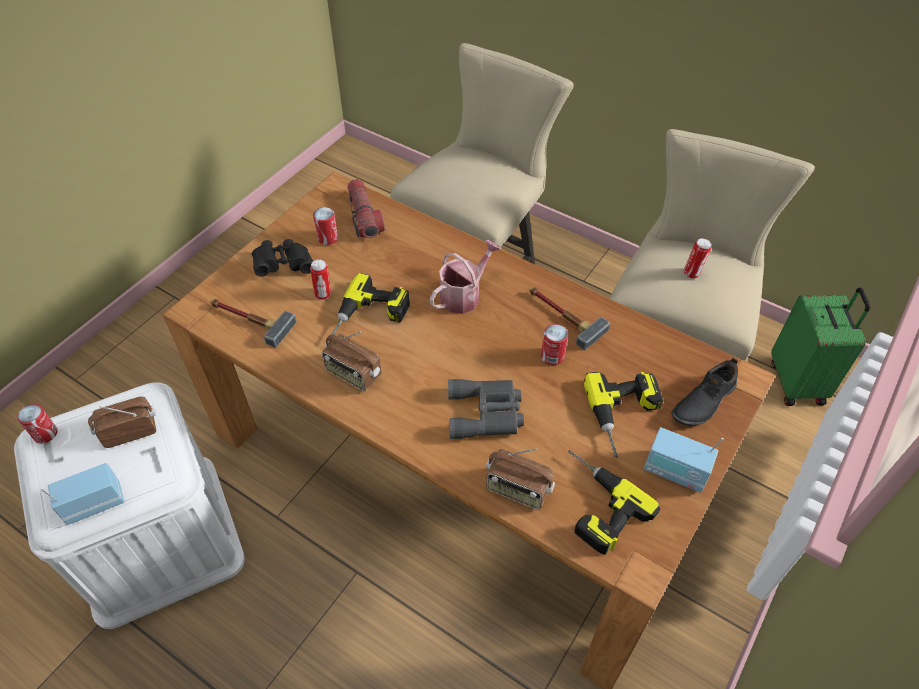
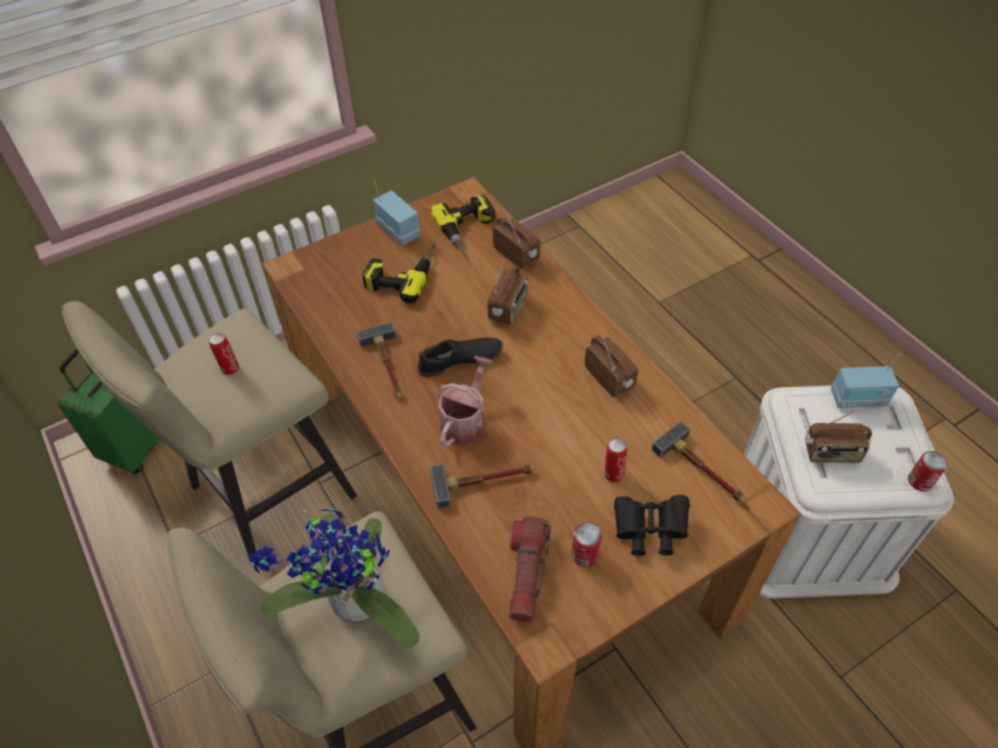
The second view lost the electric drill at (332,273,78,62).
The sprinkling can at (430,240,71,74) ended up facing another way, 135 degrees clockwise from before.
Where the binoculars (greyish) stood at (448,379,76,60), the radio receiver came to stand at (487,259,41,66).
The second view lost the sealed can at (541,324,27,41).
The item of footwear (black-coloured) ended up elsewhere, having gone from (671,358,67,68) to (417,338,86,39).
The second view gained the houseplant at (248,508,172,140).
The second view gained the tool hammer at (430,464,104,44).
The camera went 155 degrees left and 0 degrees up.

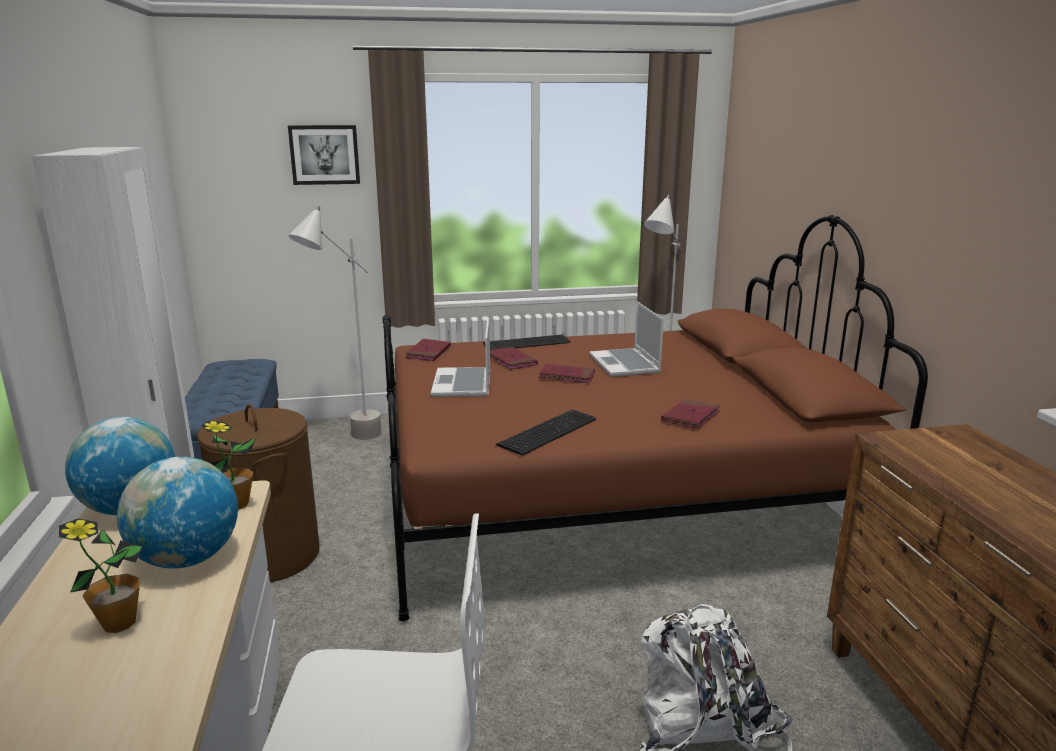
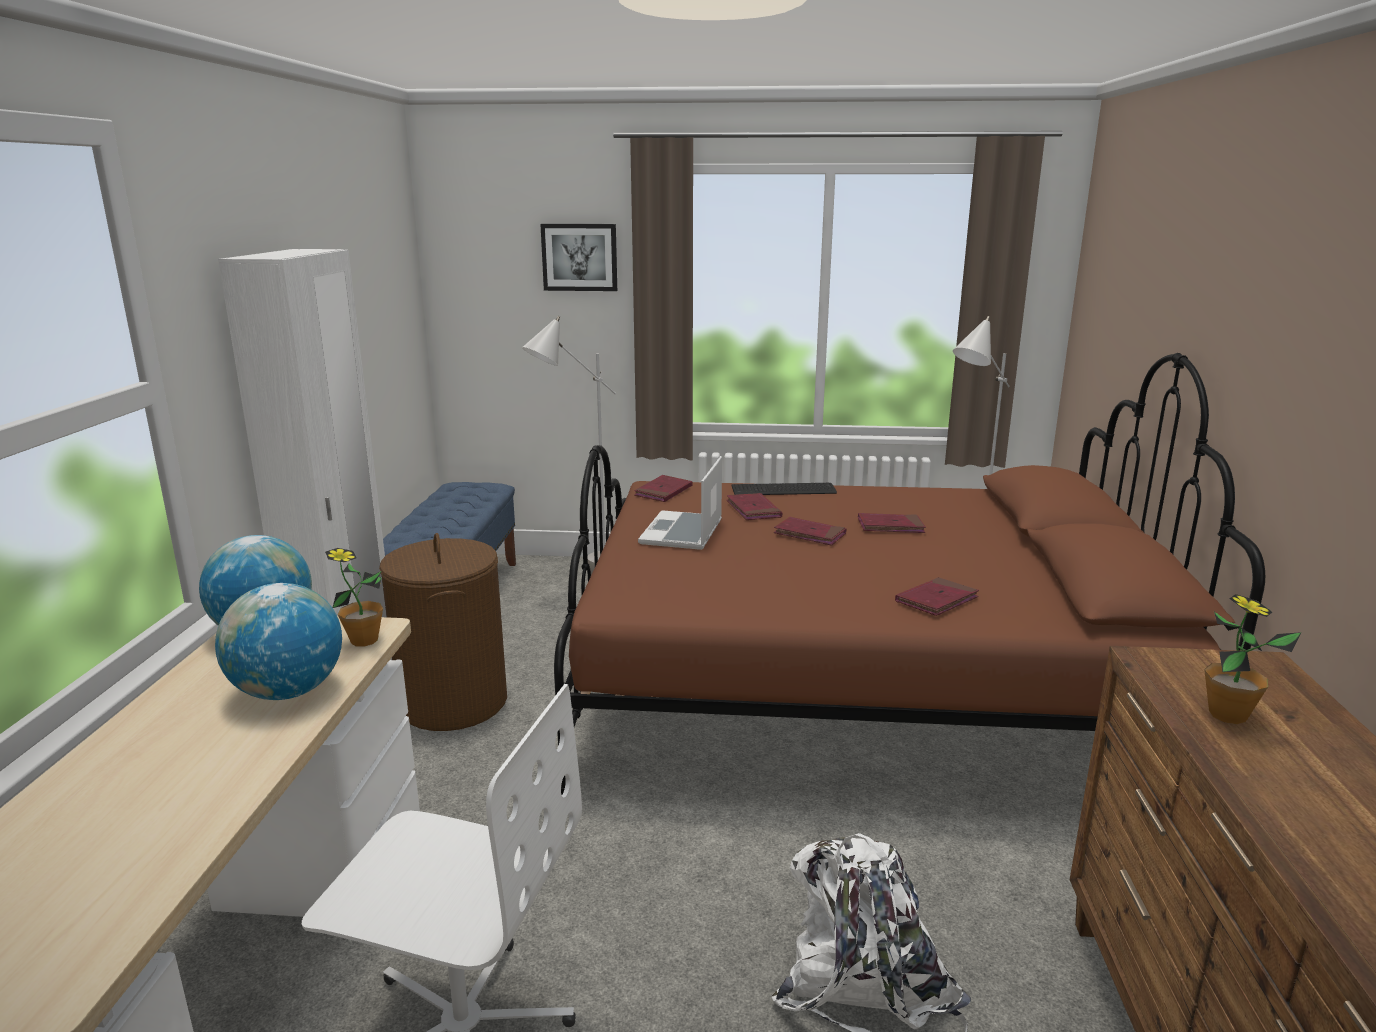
The houseplant ended up elsewhere, having gone from (59,518,83,115) to (1204,594,98,130).
The second view lost the PC keyboard at (496,410,100,46).
Where the portable computer stood at (589,302,75,75), the bound book (red-coloured) came to stand at (858,513,68,20).
The camera went 15 degrees right and 0 degrees up.

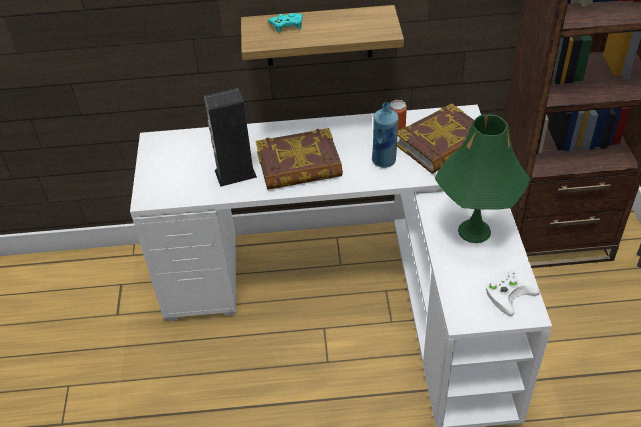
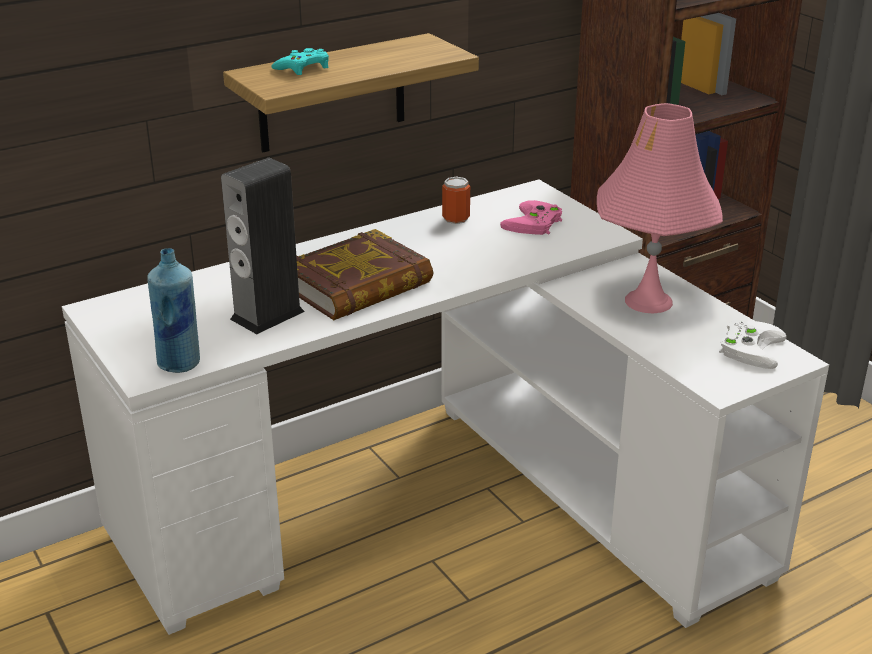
The drink bottle (blue) ended up elsewhere, having gone from (372,102,27,66) to (147,248,53,125).
Where the bound book stood at (397,103,77,71), the joypad (pink-coloured) came to stand at (500,200,62,35).
What was the table lamp (greenish) at (434,115,96,128) turned into the table lamp (pink-coloured) at (597,103,126,211).
The camera went 30 degrees left and 15 degrees down.

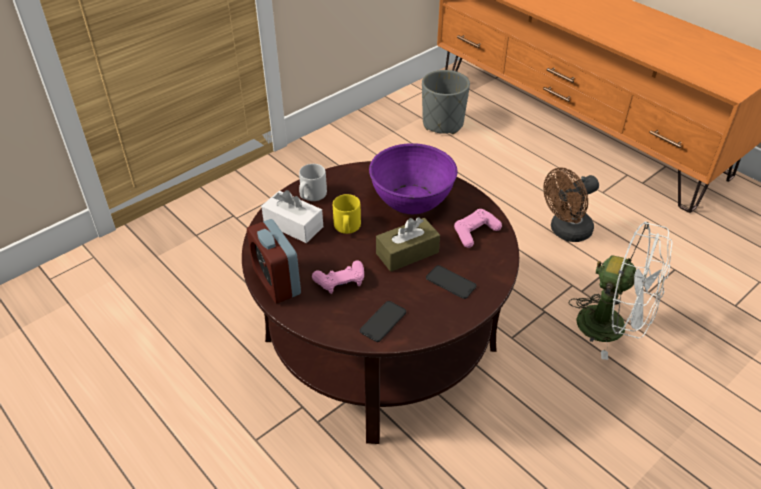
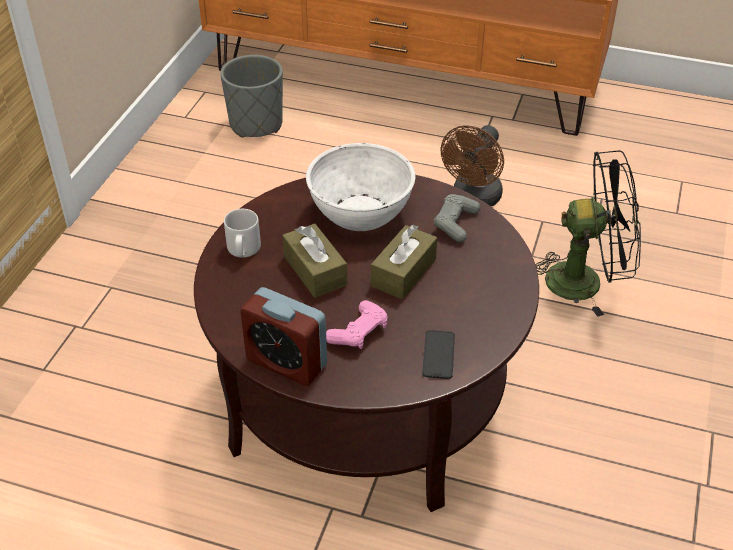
The second view lost the box of tissues (white) at (261,190,62,53).
Where the tea mug (yellow) stood at (333,194,28,40), the box of tissues (brown) came to stand at (283,224,64,74).
What was the bowl (purplish) at (369,143,88,71) turned into the bowl (white) at (306,143,109,88).
The second view lost the handset at (426,265,50,34).
What was the joypad (pink-coloured) at (454,209,48,39) turned into the joypad (greyish) at (434,194,46,48).
What was the electric fan (white) at (568,221,104,139) turned into the electric fan (black-coloured) at (535,150,106,167).
The camera went 30 degrees left and 0 degrees up.

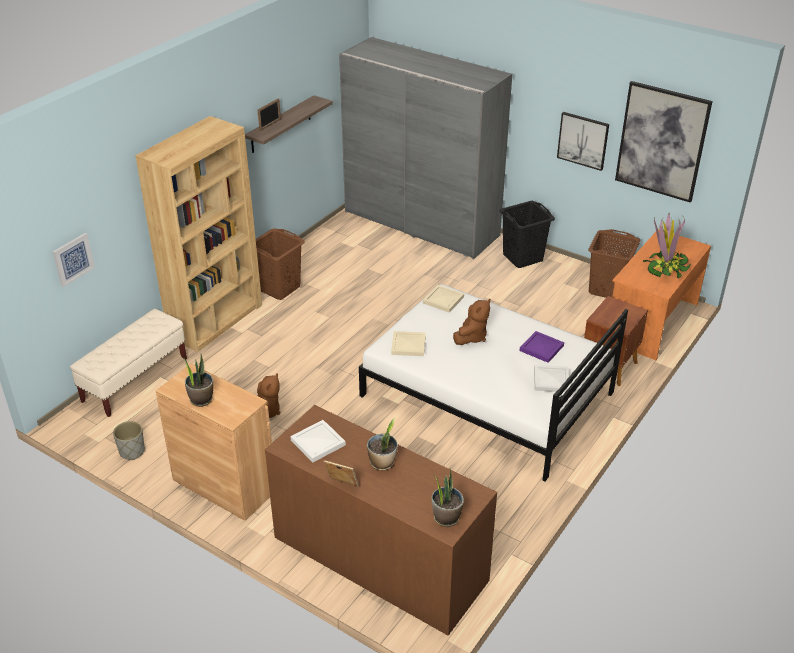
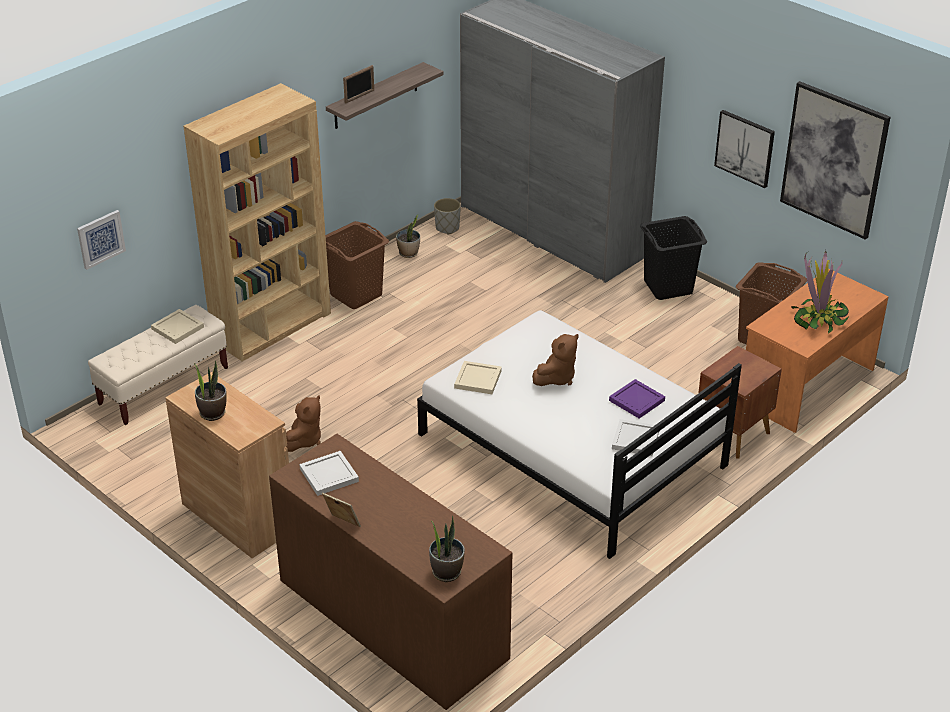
The flower pot (greyish) ended up elsewhere, having gone from (113,421,32,39) to (434,198,27,36).
The houseplant ended up elsewhere, having gone from (367,418,31,52) to (396,214,24,44).
The carrying tray (beige-coloured) ended up elsewhere, having gone from (423,285,41,28) to (151,309,53,35).
The camera went 10 degrees right and 0 degrees up.

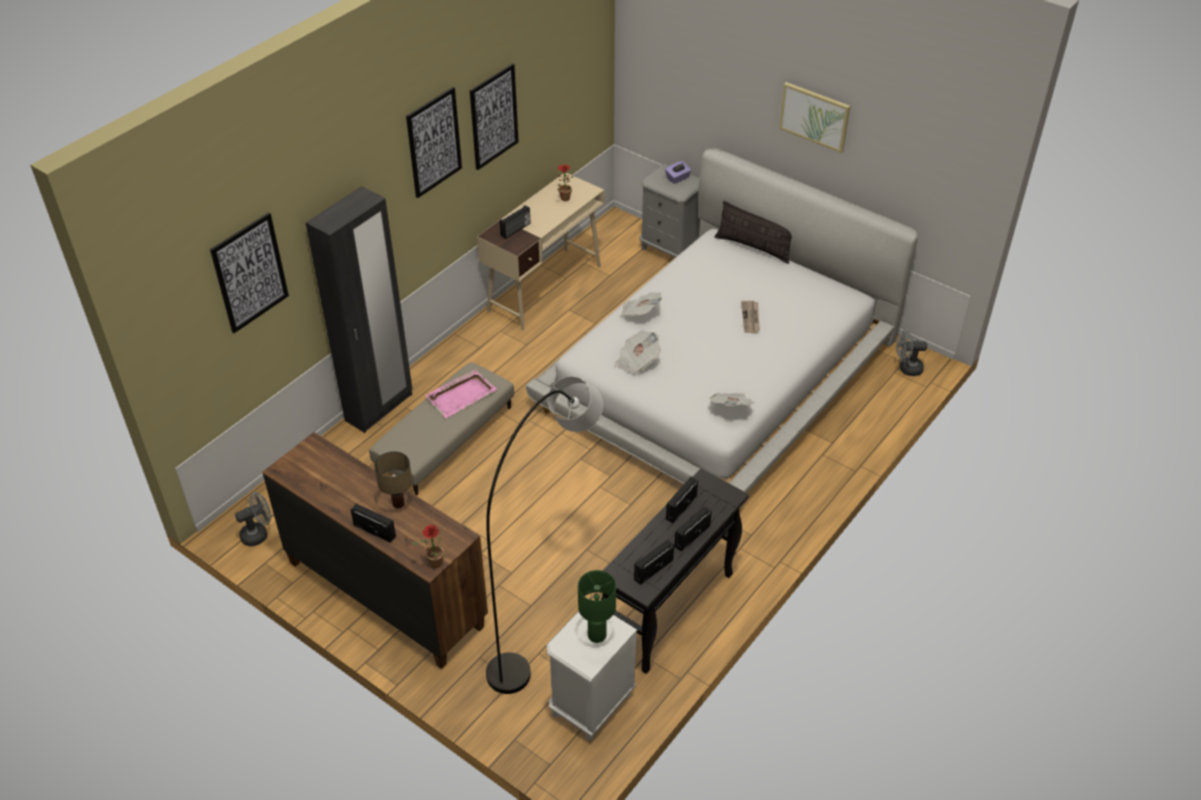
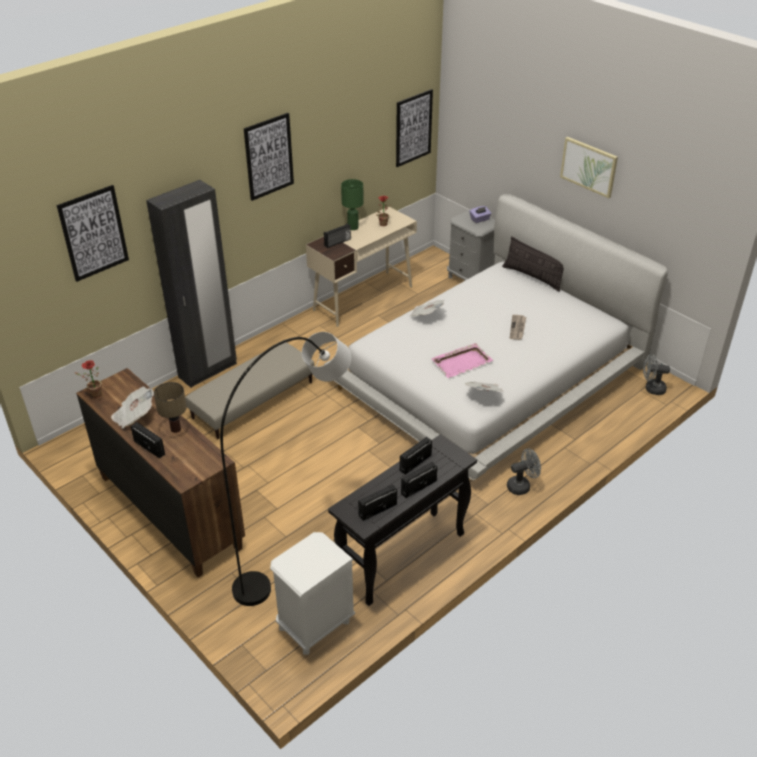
The electric fan (greyish) ended up elsewhere, having gone from (235,492,36,54) to (507,449,34,46).
The houseplant ended up elsewhere, having gone from (411,525,36,43) to (75,360,27,38).
The carrying tray (pink-coloured) ended up elsewhere, having gone from (425,369,72,49) to (431,343,62,35).
The wall art ended up elsewhere, having gone from (470,63,49,107) to (396,89,37,78).
The table lamp (greenish) ended up elsewhere, having gone from (578,570,38,73) to (341,179,23,51).
The printed paper ended up elsewhere, having gone from (614,330,47,45) to (111,387,43,41).
The camera went 10 degrees right and 5 degrees down.

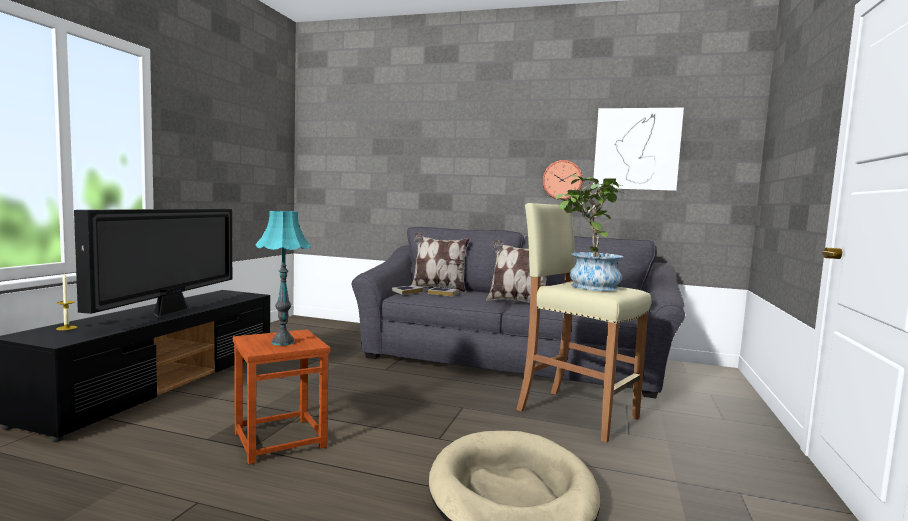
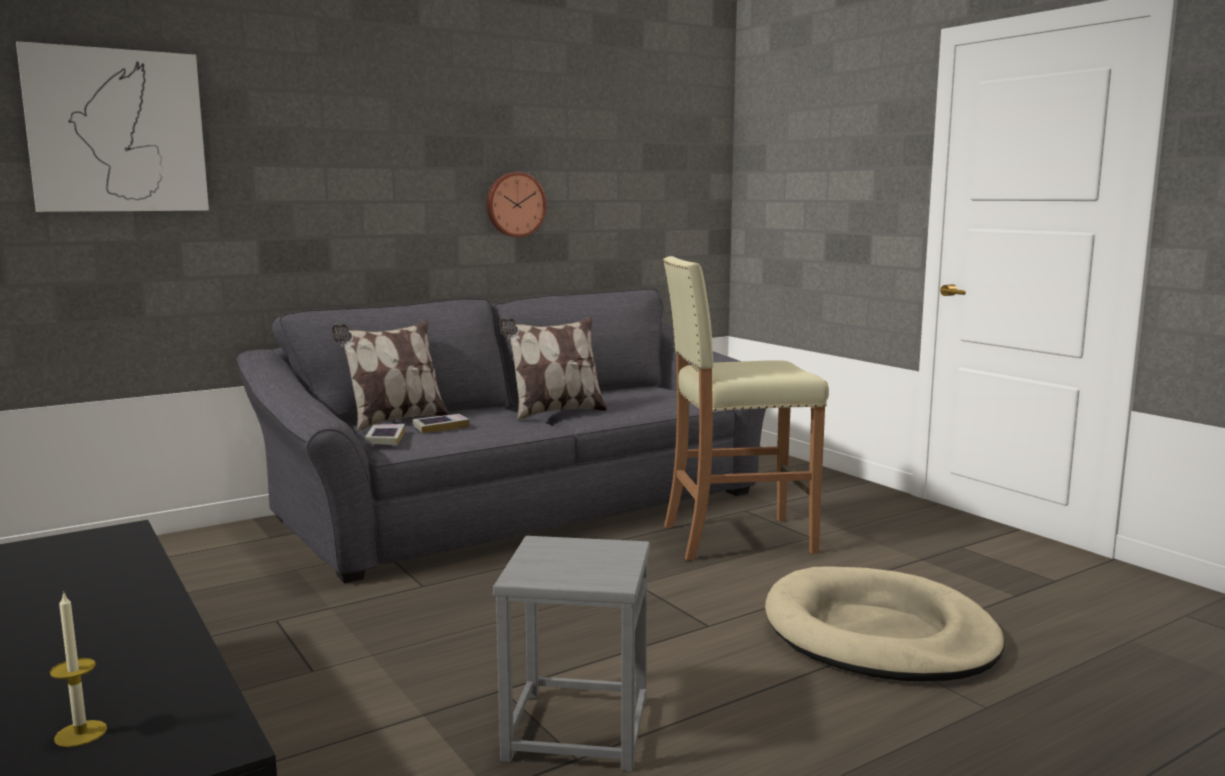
The second view lost the television at (74,209,158,109).
What was the stool (brown) at (233,329,97,135) turned into the stool (greyish) at (493,536,157,235).
The second view lost the table lamp (blue-green) at (255,211,56,135).
The second view lost the houseplant at (555,175,69,116).
The wall art ended up elsewhere, having gone from (593,108,91,83) to (16,41,193,171).
The camera went 50 degrees left and 5 degrees up.

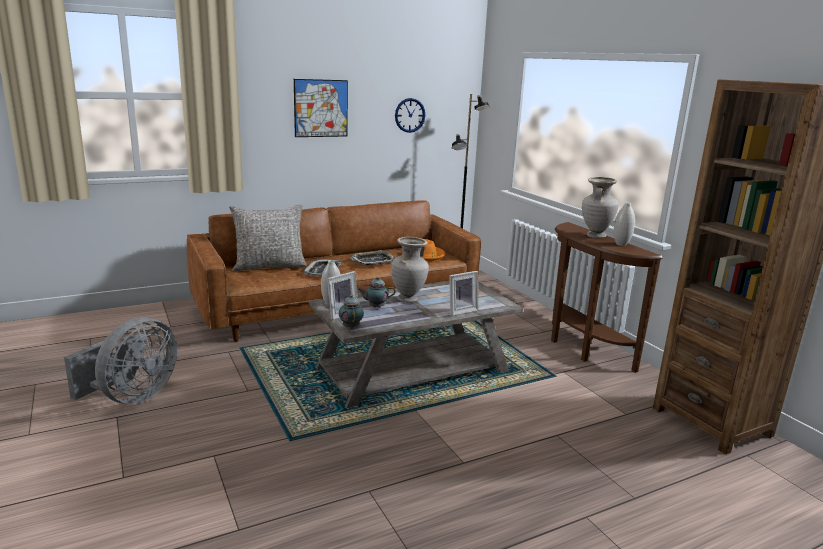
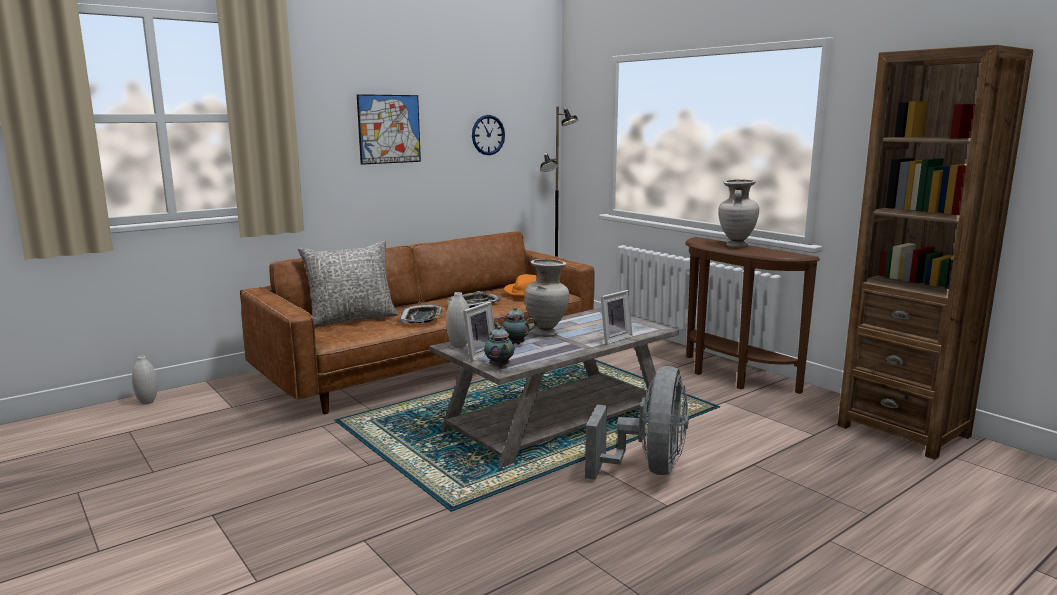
The electric fan (greyish) ended up elsewhere, having gone from (64,317,113,87) to (585,366,104,114).
The decorative vase (white) ended up elsewhere, having gone from (614,203,21,43) to (132,356,26,48).
The camera went 10 degrees left and 5 degrees down.

